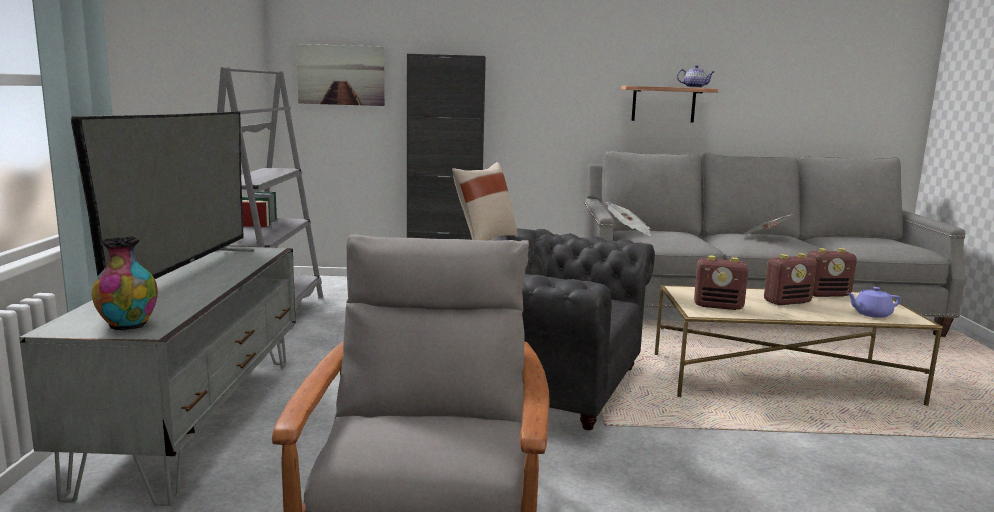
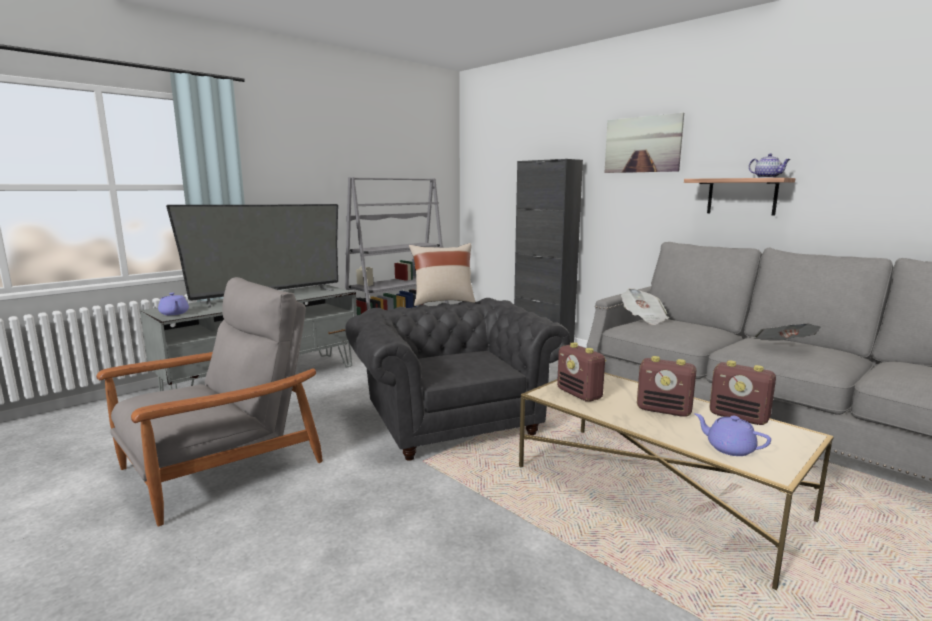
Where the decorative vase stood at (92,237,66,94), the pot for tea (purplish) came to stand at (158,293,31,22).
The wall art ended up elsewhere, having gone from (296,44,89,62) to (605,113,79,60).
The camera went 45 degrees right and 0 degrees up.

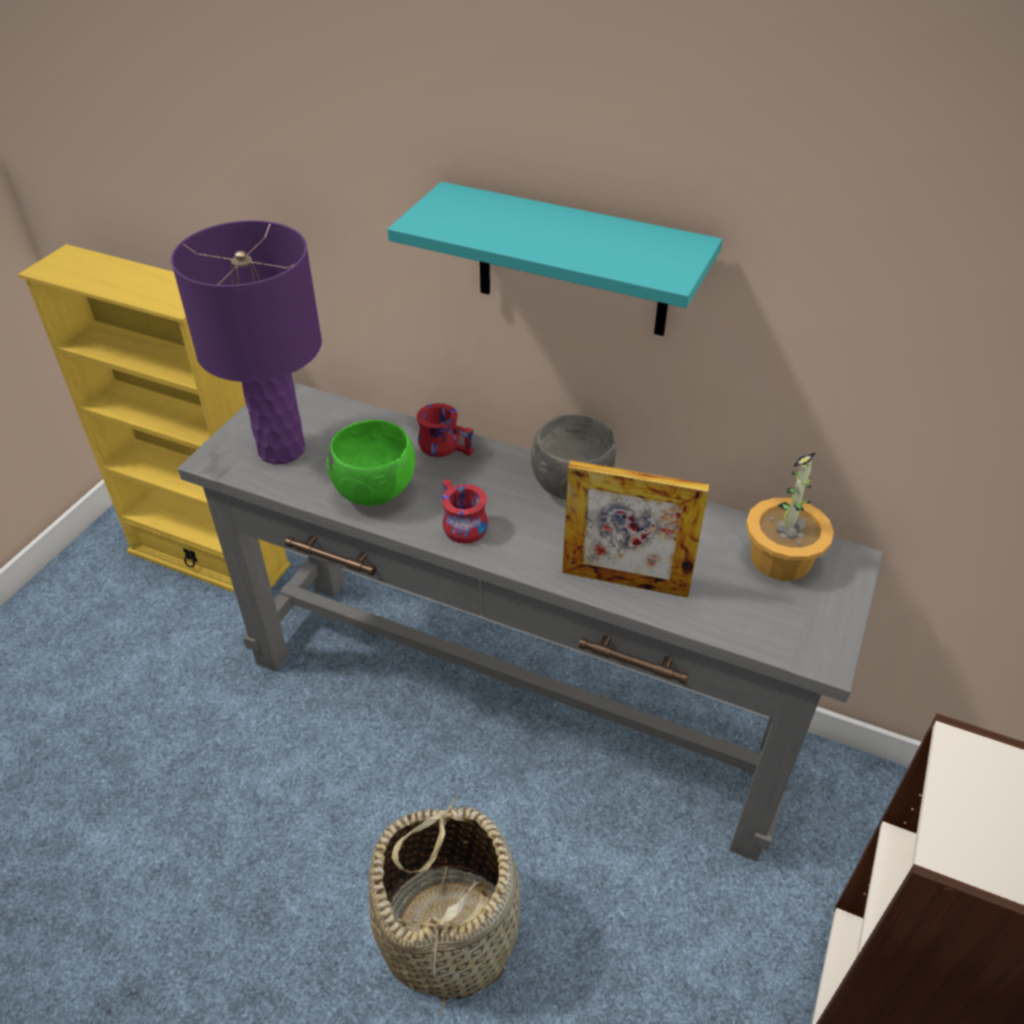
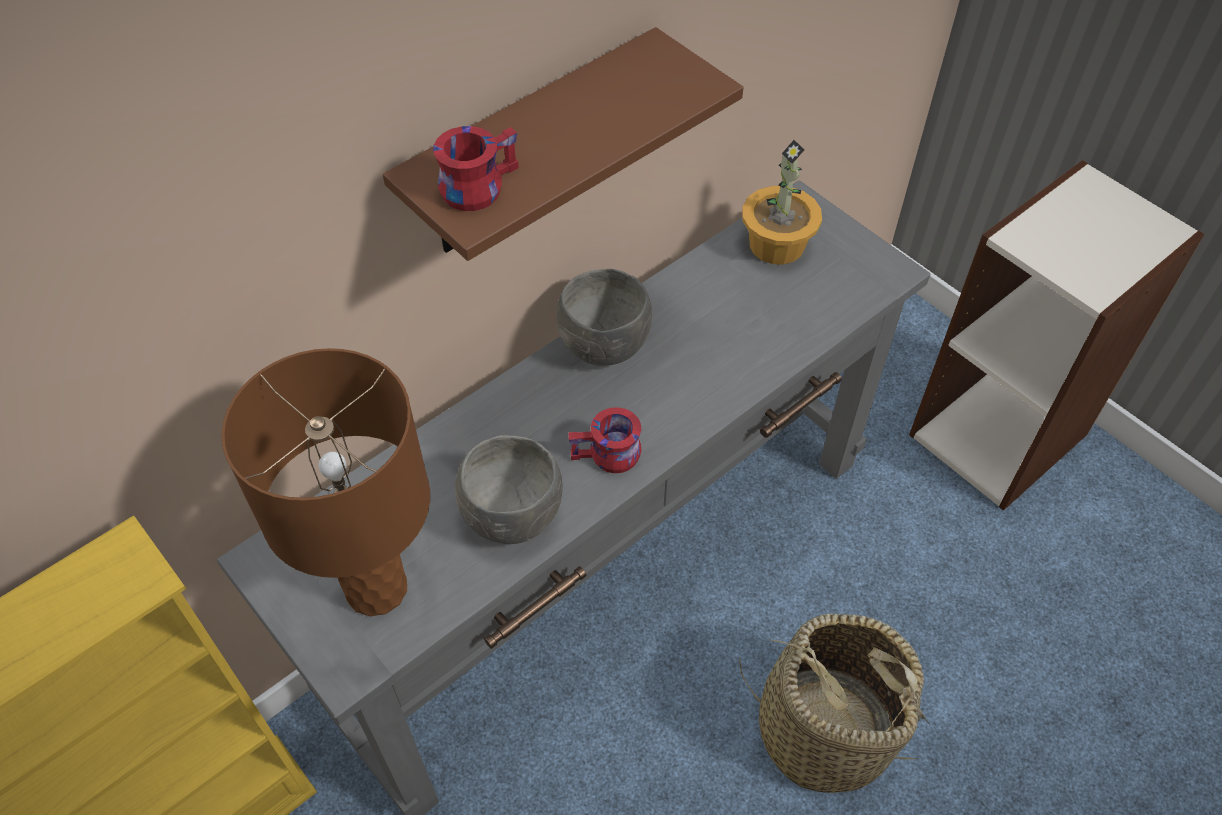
What was the table lamp (purplish) at (171,220,151,244) turned into the table lamp (brown) at (221,348,209,269).
What was the bowl (greenish) at (326,420,89,86) turned into the bowl (greyish) at (455,435,107,109).
What was the shelf (blue-green) at (387,182,335,154) turned into the shelf (brown) at (383,27,361,234).
The tea mug (red-coloured) ended up elsewhere, having gone from (417,403,57,54) to (433,126,86,85).
The second view lost the picture frame at (562,460,148,138).
The camera went 65 degrees left and 10 degrees up.

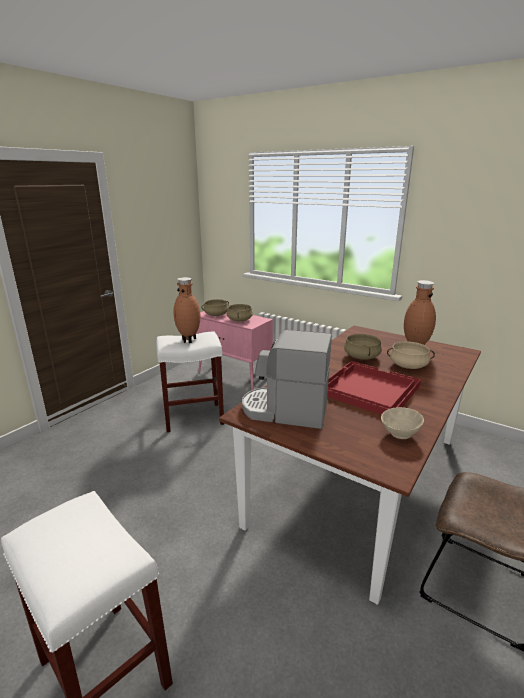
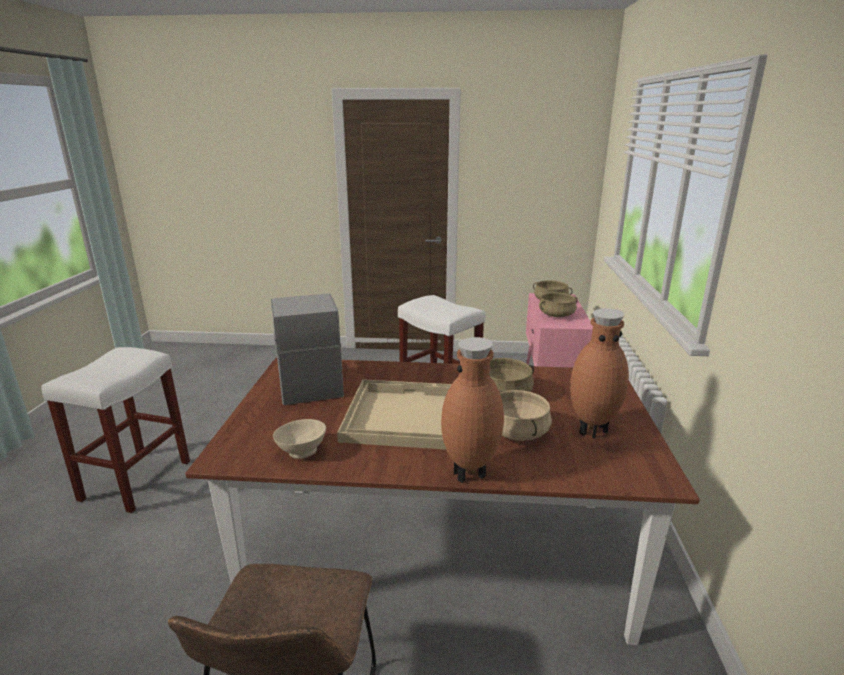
The decorative vase (brown) ended up elsewhere, having gone from (174,277,26,66) to (441,337,63,146).
What was the carrying tray (red-coloured) at (327,361,94,54) turned into the carrying tray (beige-coloured) at (337,379,115,71).
The camera went 60 degrees right and 0 degrees up.

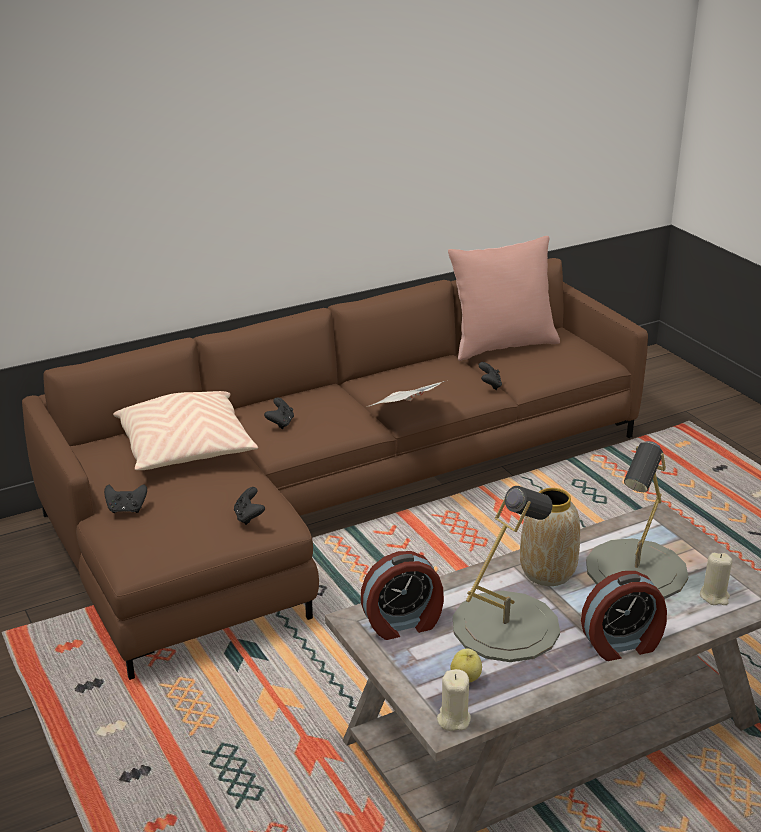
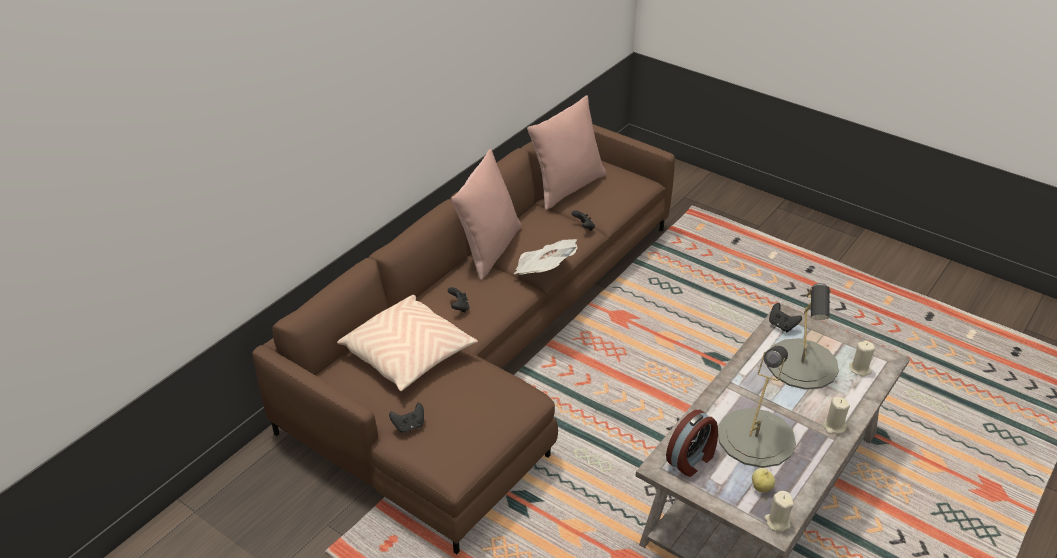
The joypad (black-coloured) ended up elsewhere, having gone from (234,487,31,38) to (769,303,33,29).
The second view lost the decorative vase at (520,488,60,98).
Where the table clock stood at (581,571,86,90), the wax light (beige-coloured) came to stand at (822,397,28,37).
The second view gained the throw pillow (pink-coloured) at (451,149,70,131).
The camera went 25 degrees left and 10 degrees up.

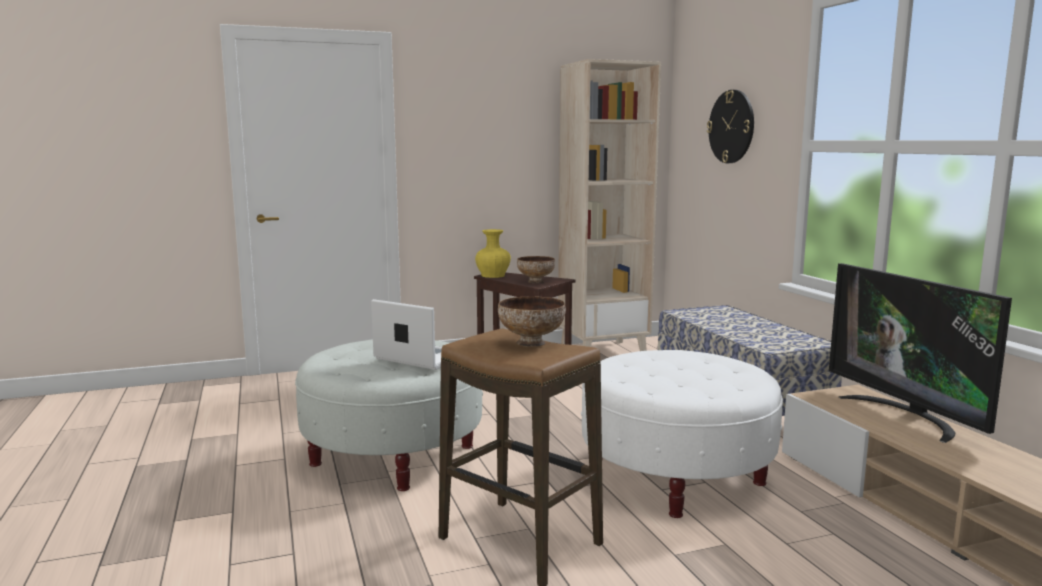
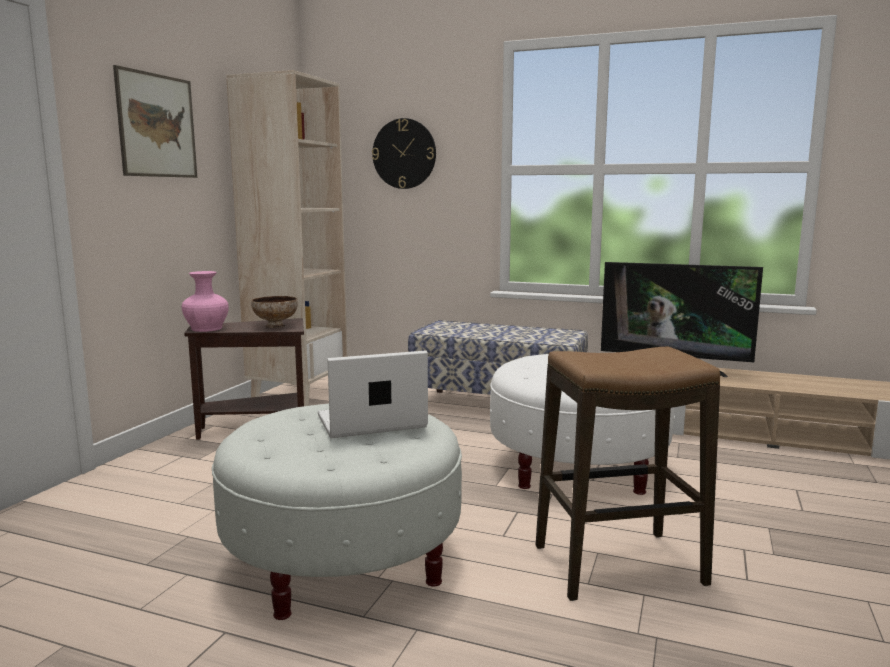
What was the decorative vase (yellow) at (475,229,36,49) turned into the decorative vase (pink-coloured) at (182,271,47,61).
The second view lost the bowl at (498,297,68,50).
The second view gained the wall art at (113,65,84,113).
The camera went 50 degrees left and 0 degrees up.

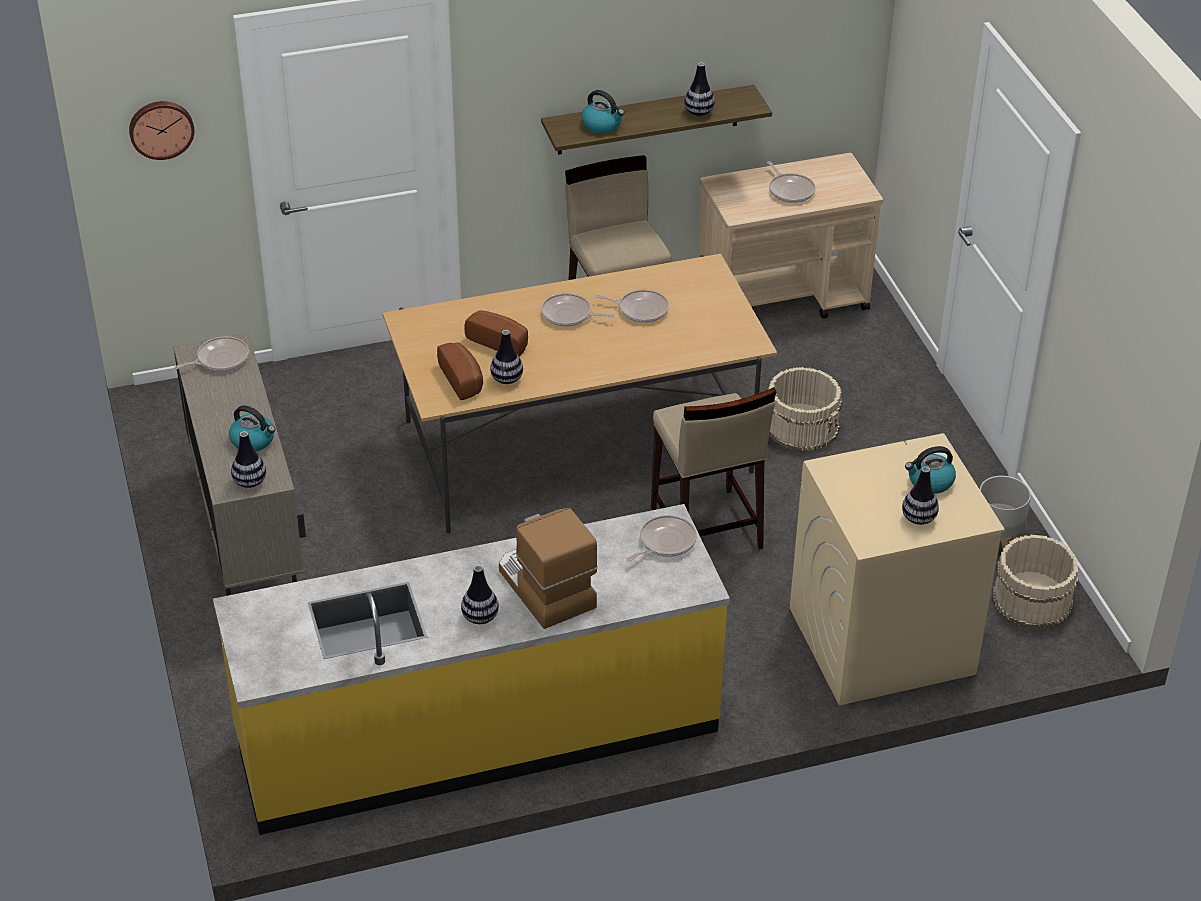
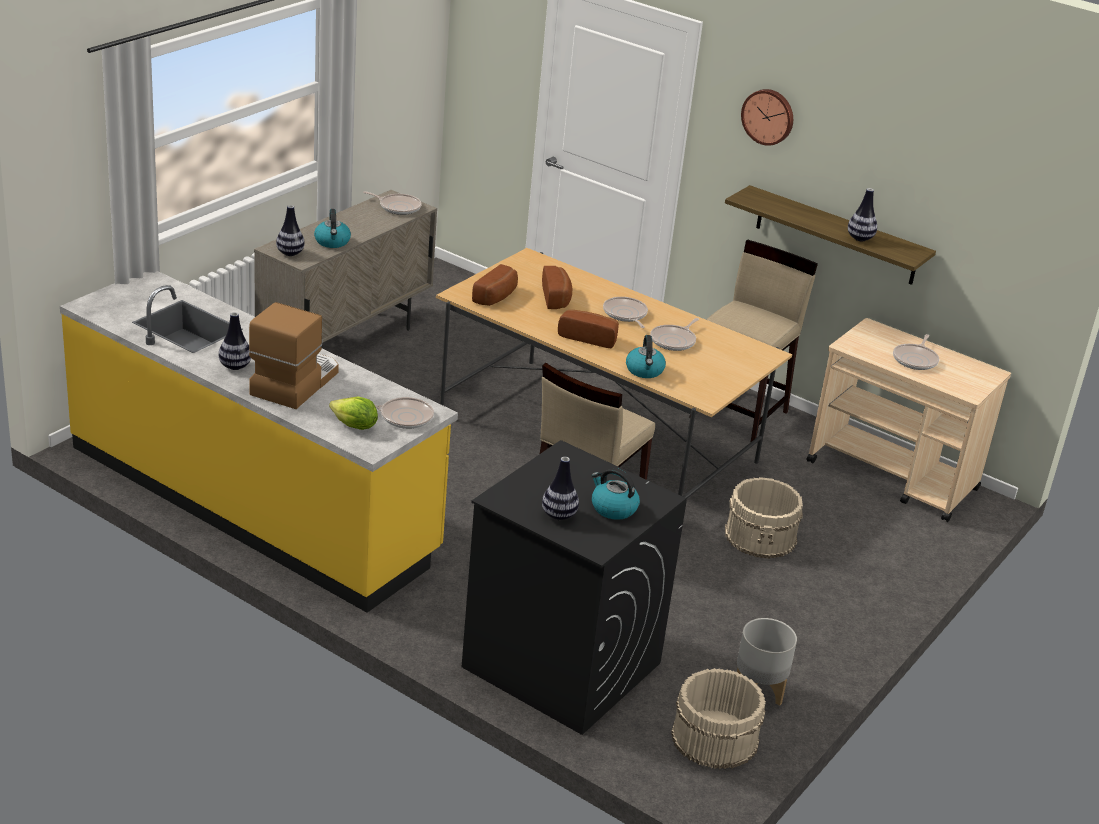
The clock on the wall ended up elsewhere, having gone from (129,101,65,59) to (741,89,52,57).
The second view lost the decorative vase at (490,330,33,54).
The kettle ended up elsewhere, having gone from (582,90,42,43) to (626,335,40,43).
The pan at (595,290,74,33) ended up facing another way, 60 degrees clockwise from before.
What was the laundry machine (beige-coloured) at (790,433,215,273) turned into the laundry machine (black-coloured) at (462,440,225,295).
The second view gained the lettuce at (329,397,49,33).
The second view gained the bakery bread at (558,310,61,38).
The camera went 50 degrees right and 10 degrees down.

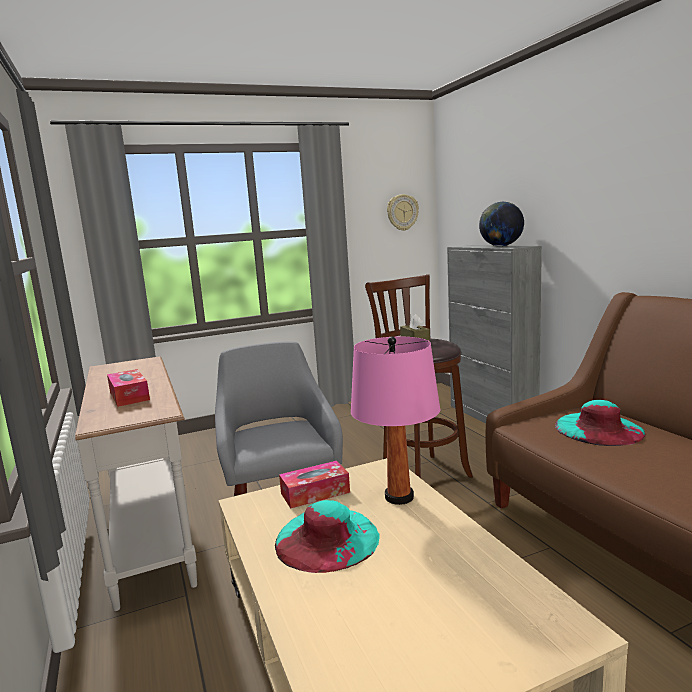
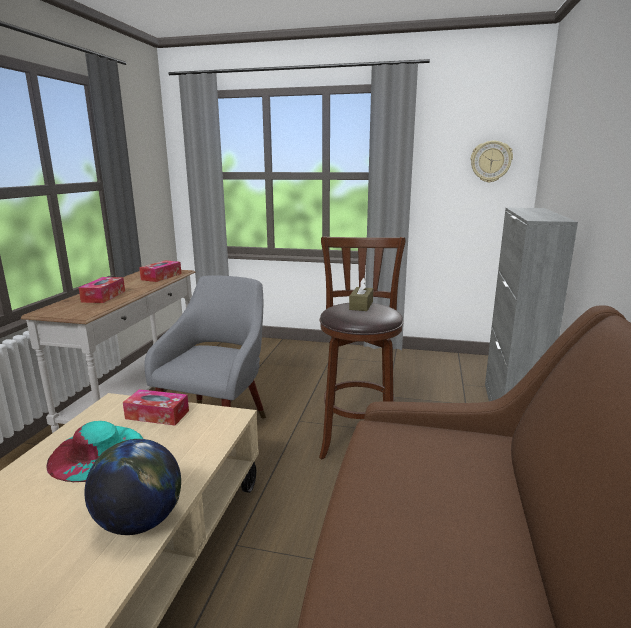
The second view lost the table lamp (pink-coloured) at (351,336,89,169).
The desk globe ended up elsewhere, having gone from (479,202,45,45) to (85,439,96,96).
The second view lost the wearable hat (blue-green) at (555,400,90,46).
The second view gained the box of tissues at (139,260,43,22).
The camera went 35 degrees right and 5 degrees up.

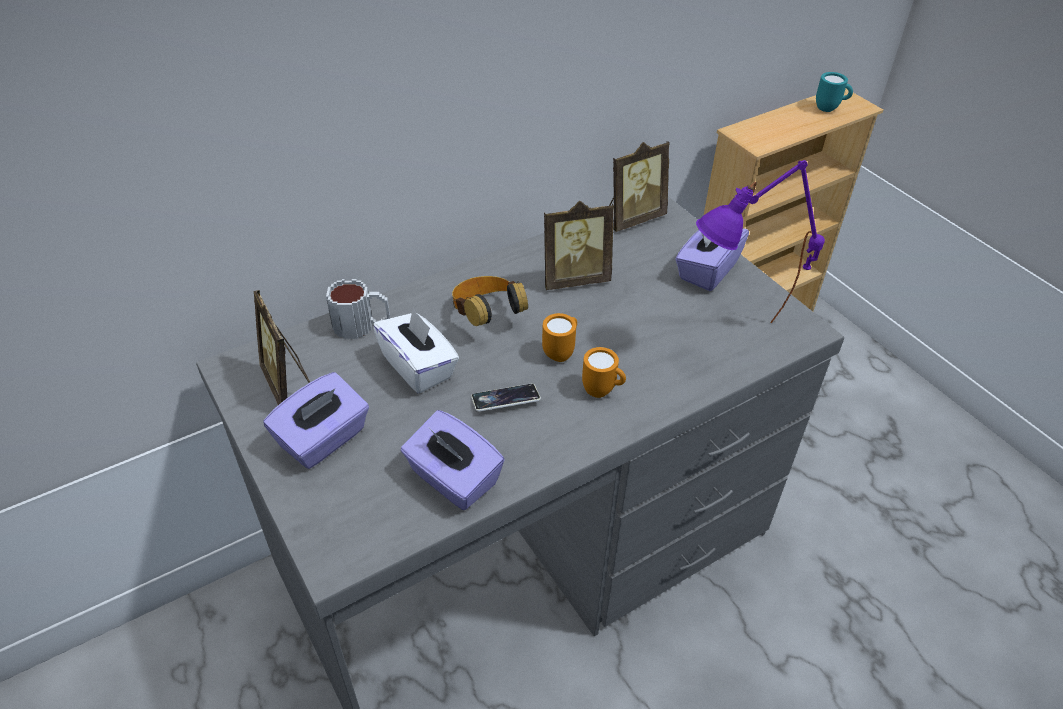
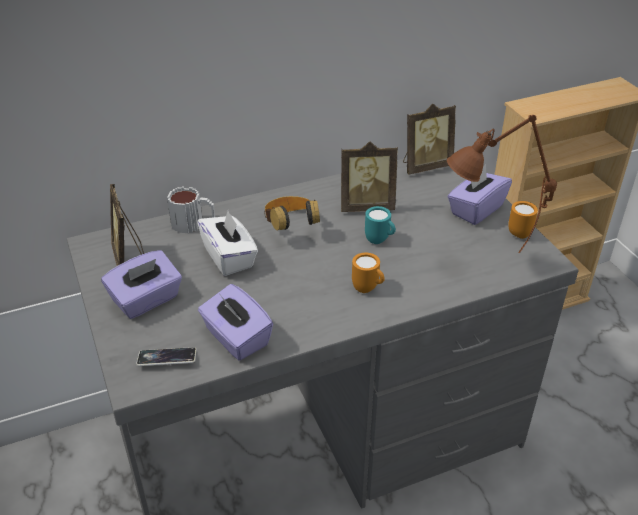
The handset ended up elsewhere, having gone from (471,384,70,28) to (136,347,60,19).
The tea mug (orange-coloured) ended up elsewhere, having gone from (542,313,35,49) to (508,201,30,38).
What was the table lamp (purplish) at (696,160,129,163) turned into the table lamp (brown) at (447,115,110,138).
The tea mug (blue-green) ended up elsewhere, having gone from (816,72,37,40) to (365,206,31,38).
The camera went 10 degrees right and 5 degrees down.

